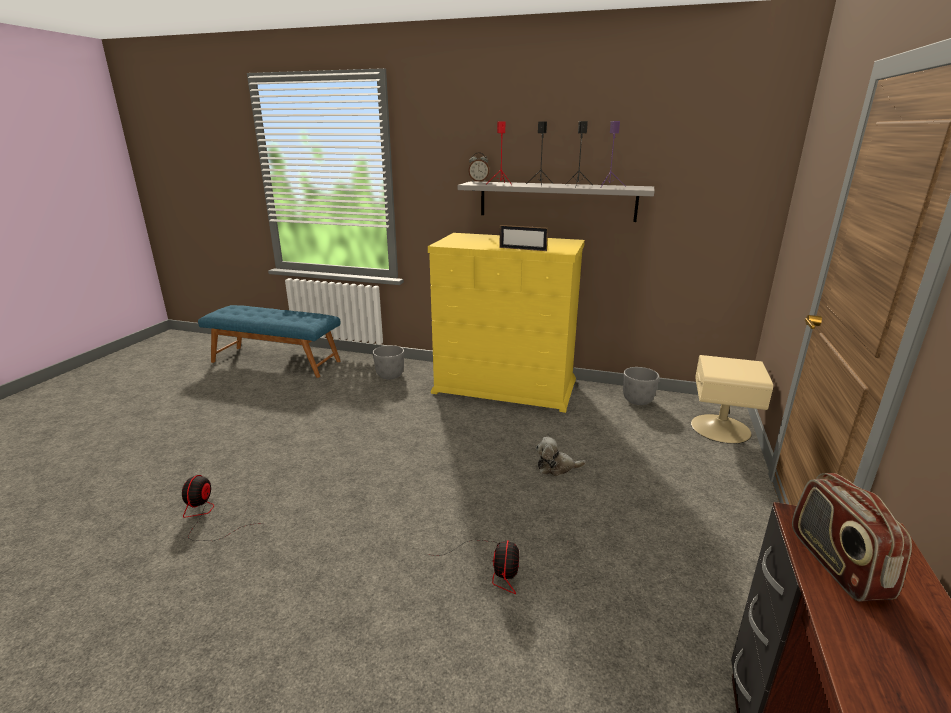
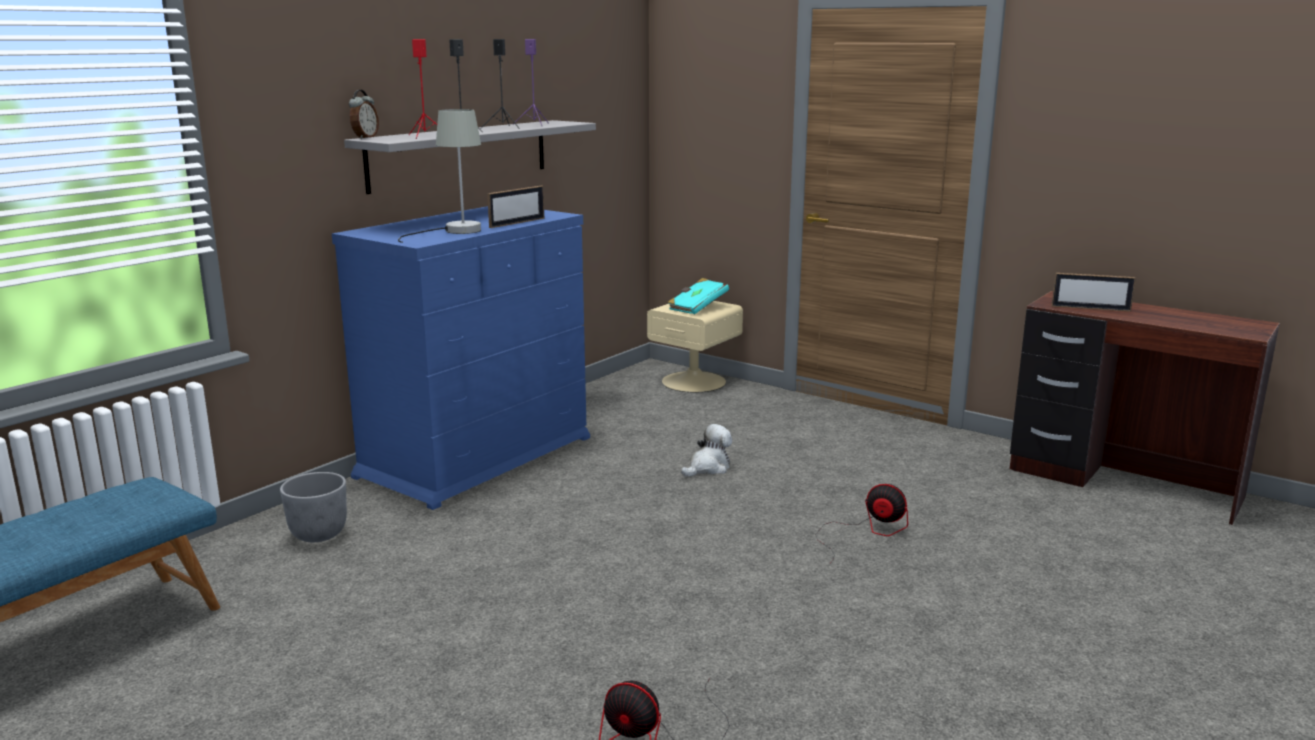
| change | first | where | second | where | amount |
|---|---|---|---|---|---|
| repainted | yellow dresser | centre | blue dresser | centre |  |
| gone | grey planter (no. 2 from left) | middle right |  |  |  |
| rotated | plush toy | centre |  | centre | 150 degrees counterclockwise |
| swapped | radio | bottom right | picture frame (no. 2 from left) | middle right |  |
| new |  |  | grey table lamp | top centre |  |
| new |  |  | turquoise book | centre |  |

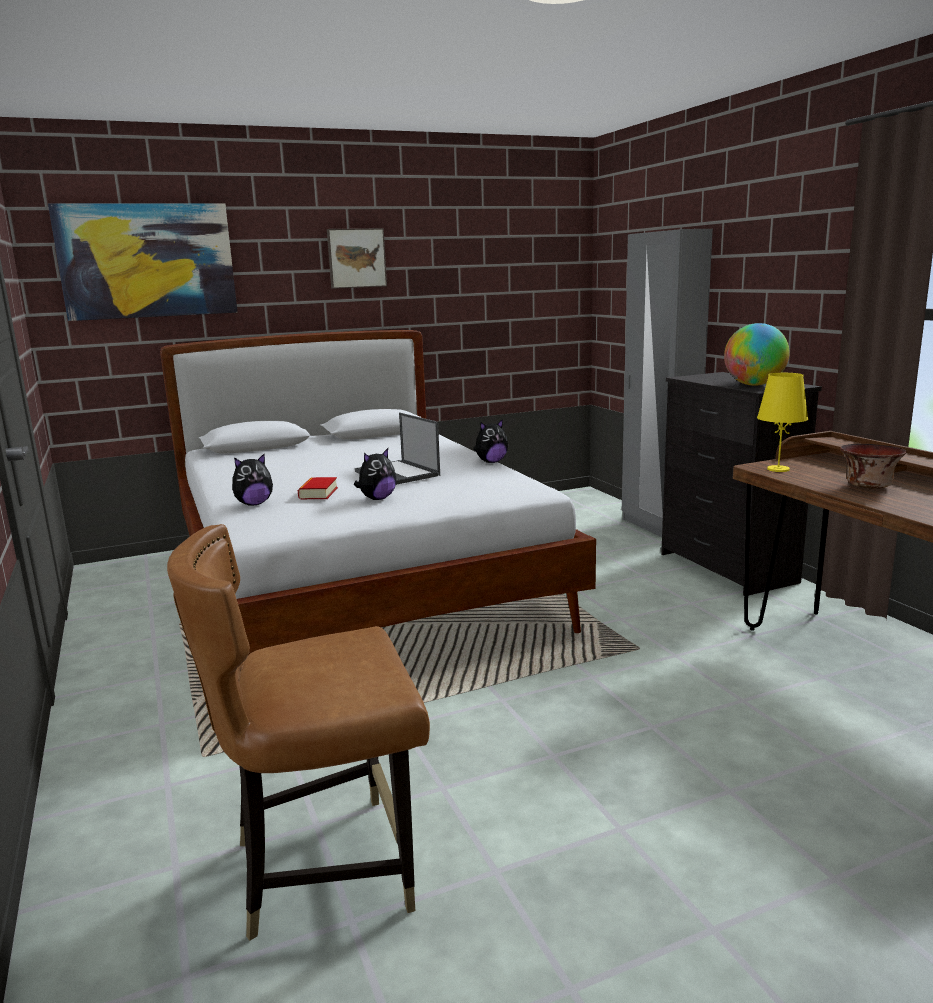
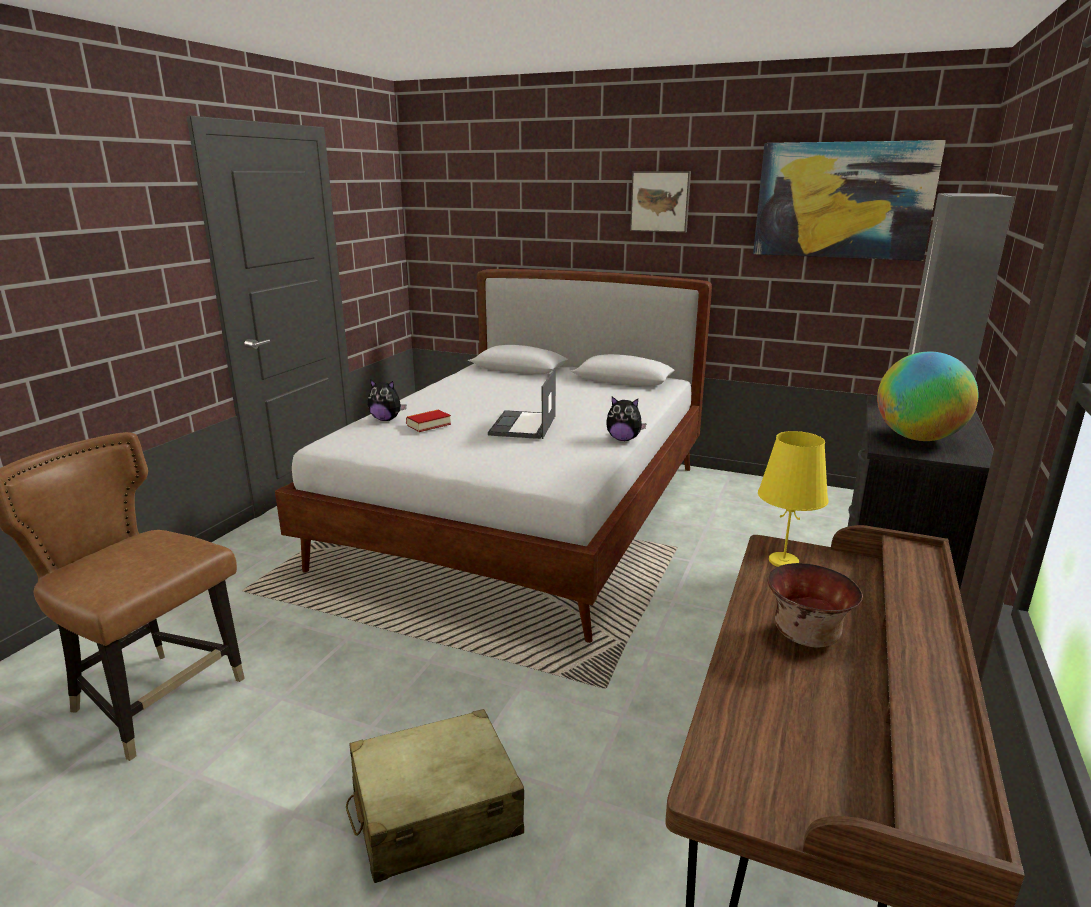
| change | first | where | second | where | amount |
|---|---|---|---|---|---|
| shifted | picture (no. 1 from left in the first image) | top left | picture (no. 2 from left) | top right |  |
| gone | plush toy (no. 2 from left) | centre |  |  |  |
| new |  |  | beige suitcase | bottom centre |  |

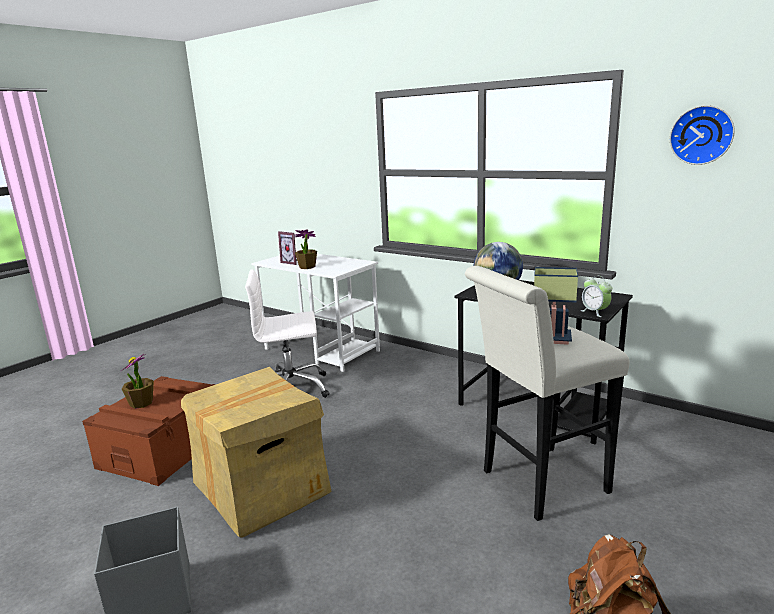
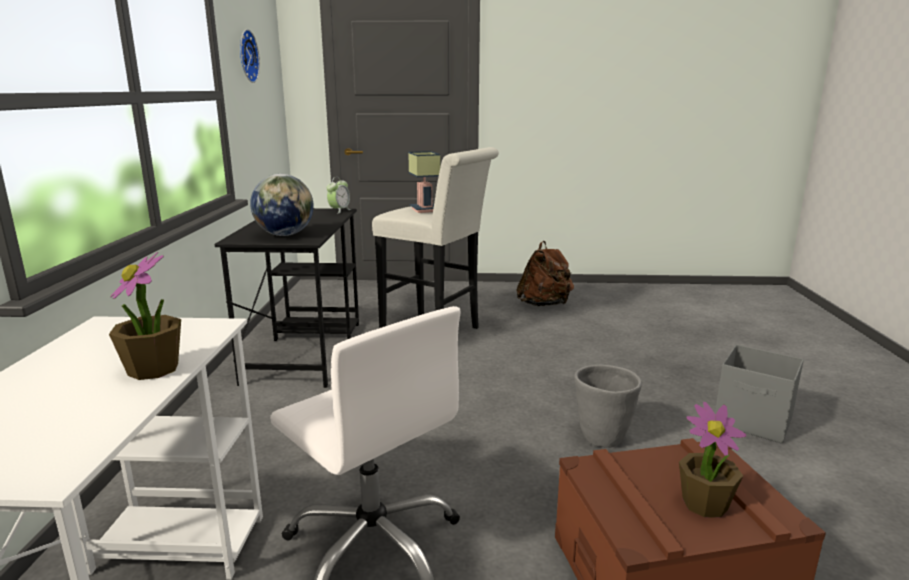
| change | first | where | second | where | amount |
|---|---|---|---|---|---|
| gone | picture frame | centre |  |  |  |
| swapped | cardboard box | bottom left | grey planter | bottom right |  |

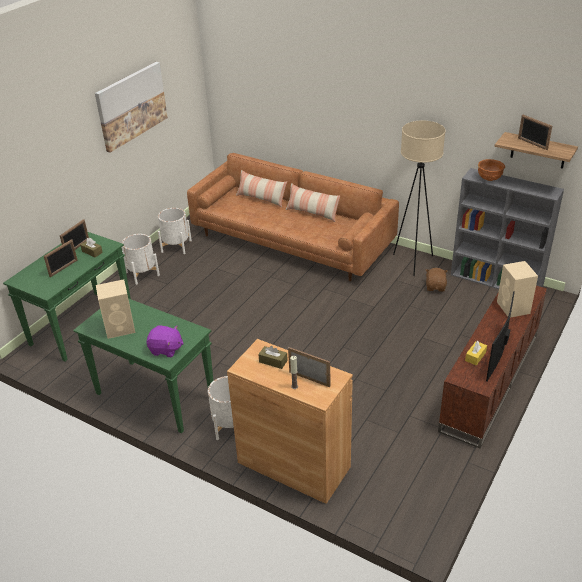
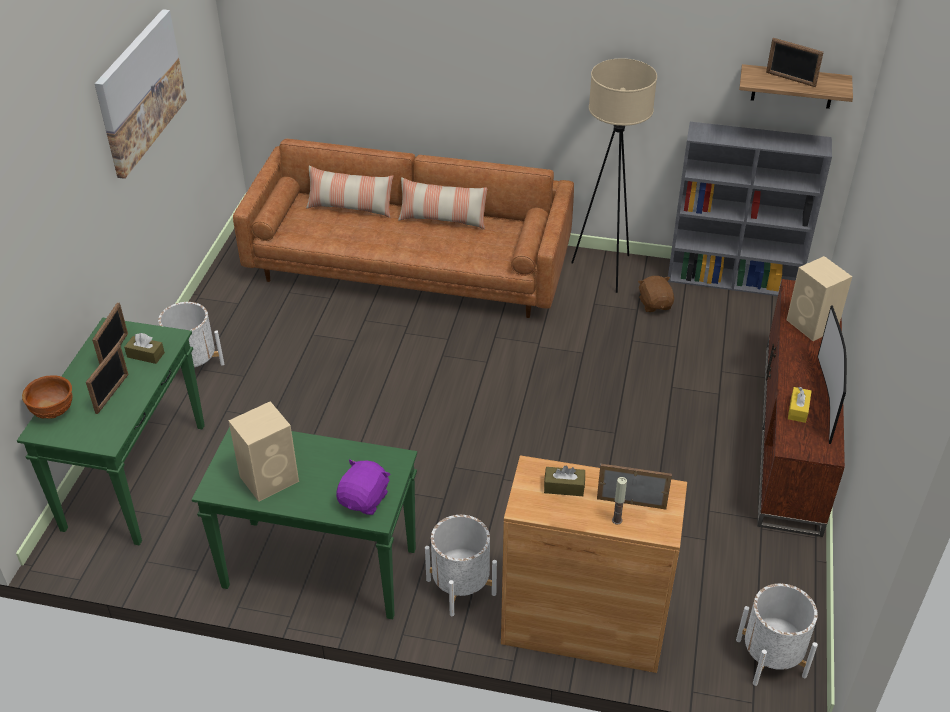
| change | first | where | second | where | amount |
|---|---|---|---|---|---|
| shifted | brown bowl | top right |  | middle left |  |
| shifted | white planter (no. 2 from left in the first image) | middle left | white planter (no. 3 from left) | bottom right |  |
| rotated | purple plush toy | middle left |  | bottom centre | 60 degrees counterclockwise |

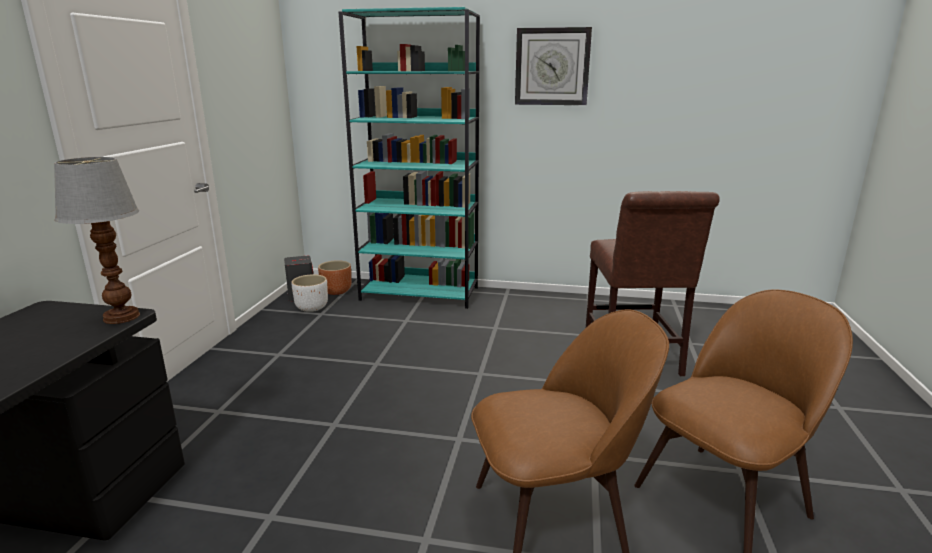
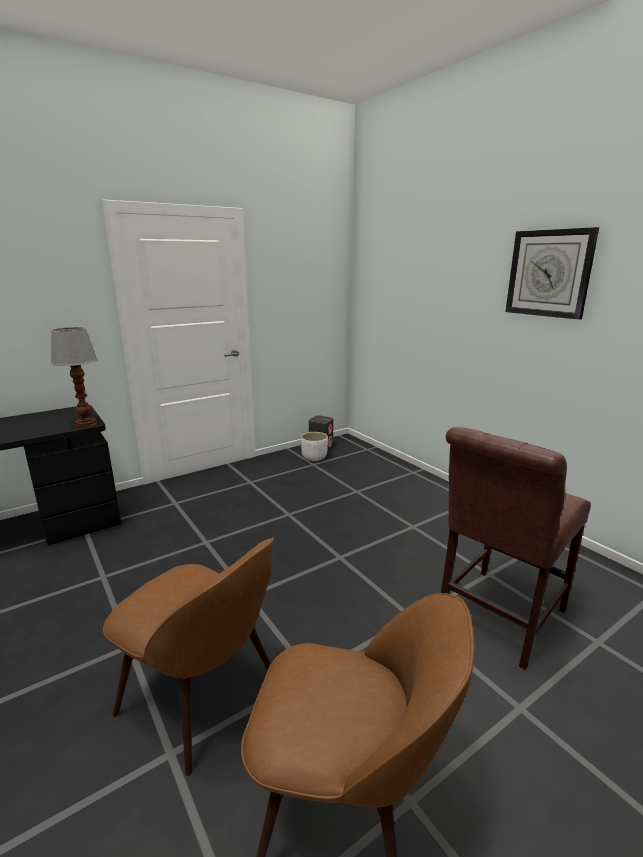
| change | first | where | second | where | amount |
|---|---|---|---|---|---|
| gone | turquoise bookcase | top centre |  |  |  |
| gone | brown planter | centre |  |  |  |

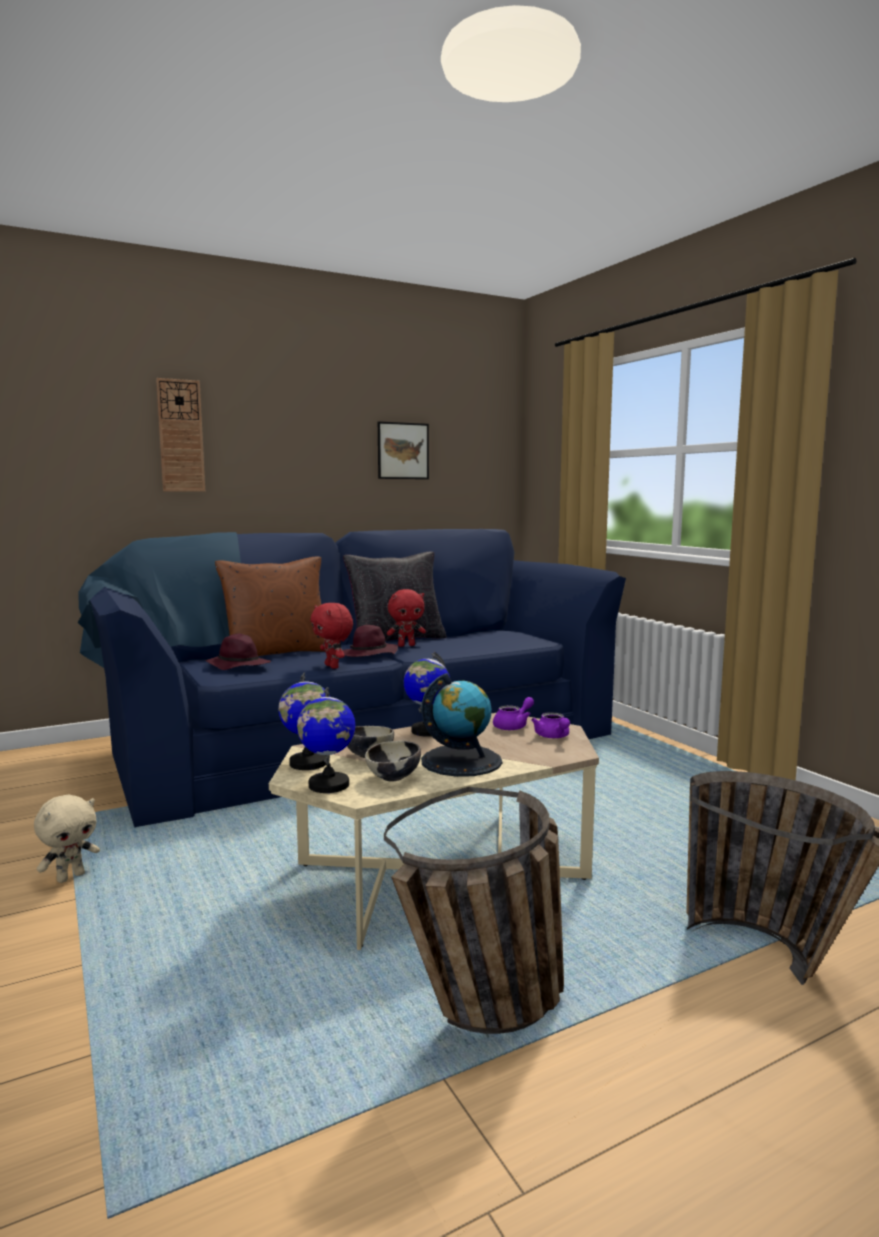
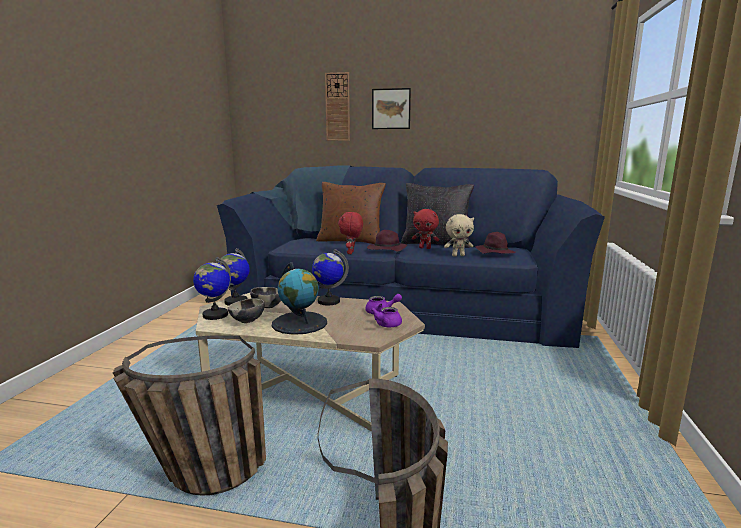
| change | first | where | second | where | amount |
|---|---|---|---|---|---|
| shifted | picture | centre |  | top centre |  |
| shifted | purple hat (no. 1 from left in the first image) | middle left | purple hat (no. 2 from left) | middle right |  |
| shifted | beige plush toy | bottom left |  | centre |  |

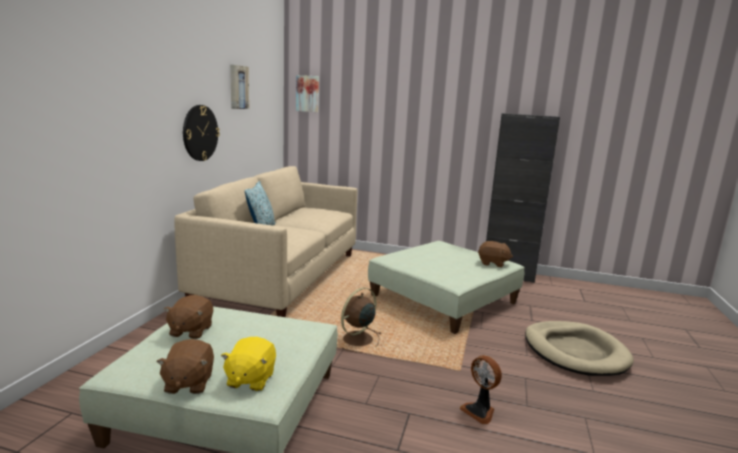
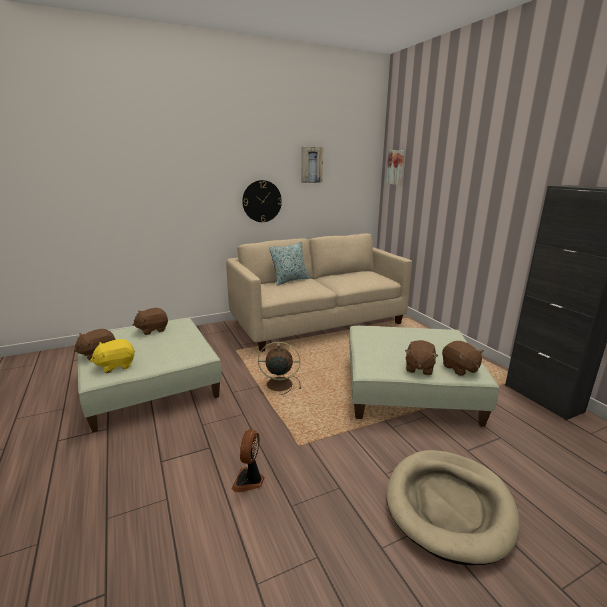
| change | first | where | second | where | amount |
|---|---|---|---|---|---|
| new |  |  | brown plush toy (no. 3 from left) | middle right |  |

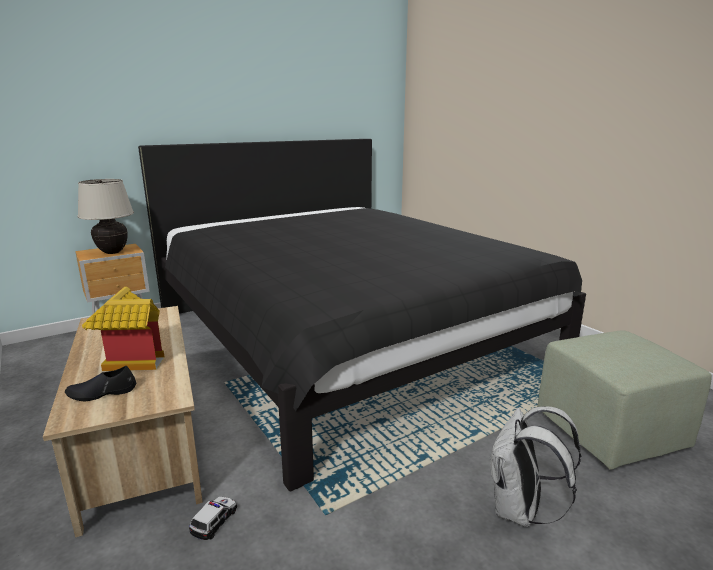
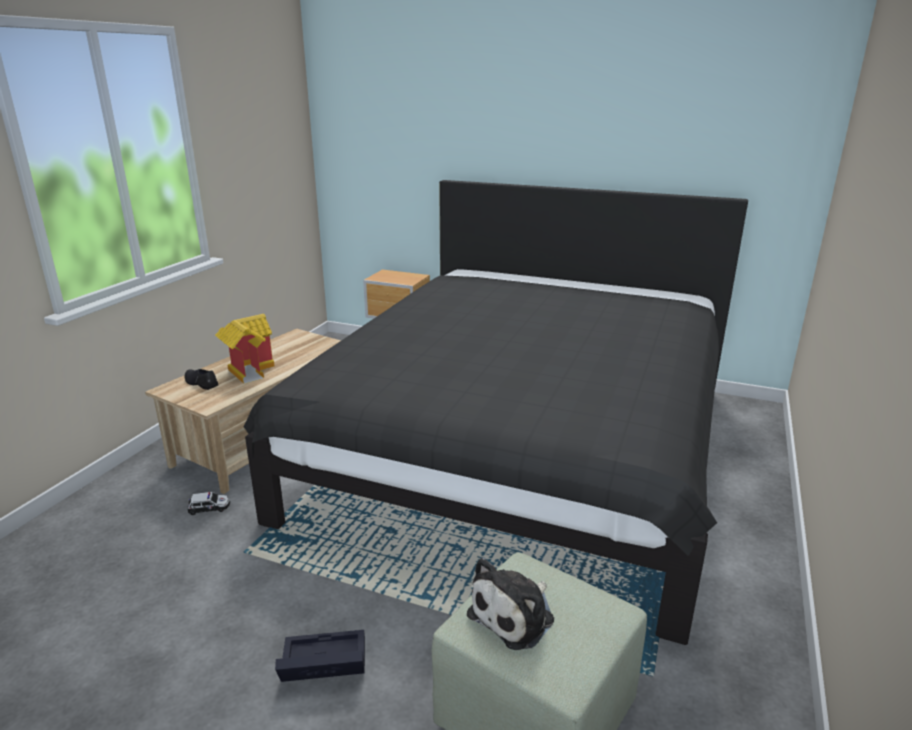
| change | first | where | second | where | amount |
|---|---|---|---|---|---|
| gone | beige table lamp | middle left |  |  |  |
| swapped | white backpack | bottom right | black storage box | bottom centre |  |
| new |  |  | plush toy | bottom centre |  |

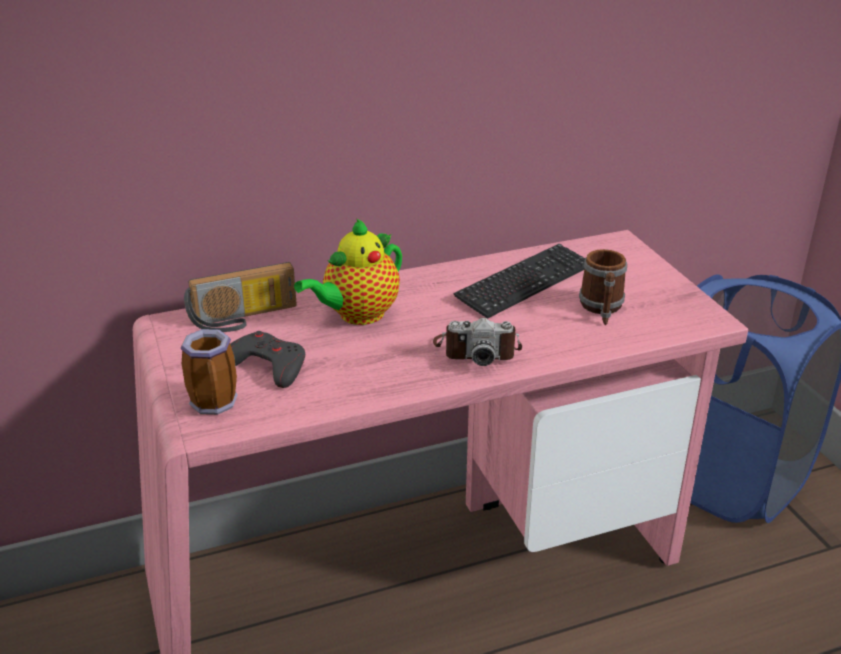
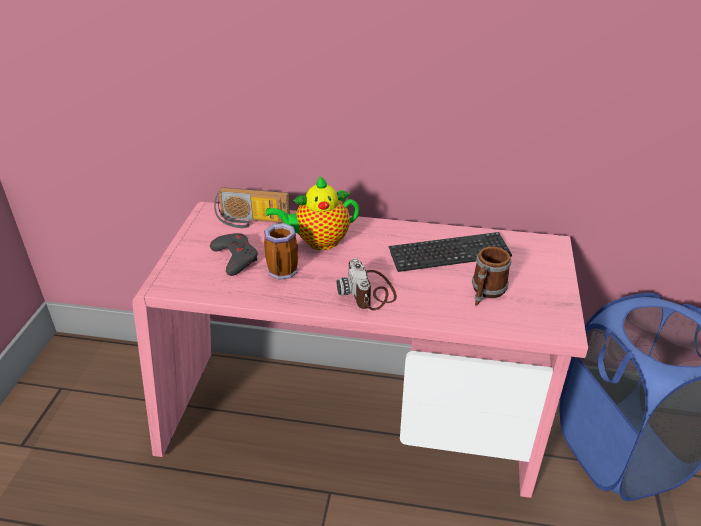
| change | first | where | second | where | amount |
|---|---|---|---|---|---|
| rotated | photo camera | centre |  | centre | 45 degrees clockwise |
| shifted | mug (no. 1 from left) | middle left |  | centre |  |

